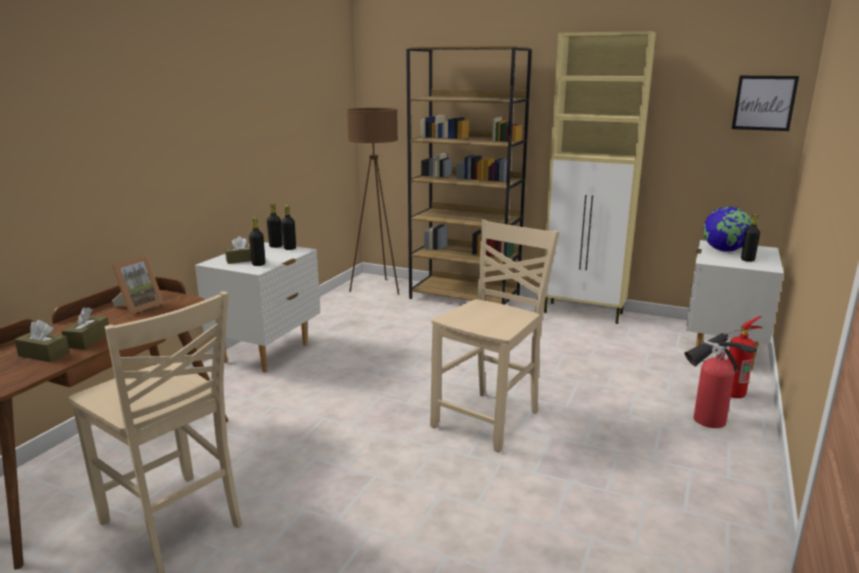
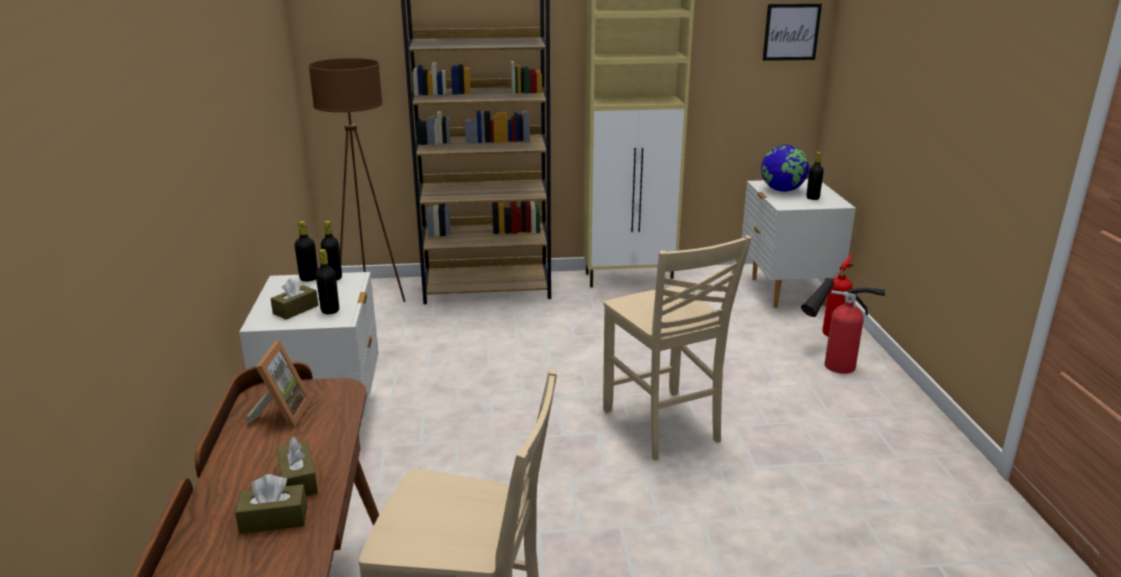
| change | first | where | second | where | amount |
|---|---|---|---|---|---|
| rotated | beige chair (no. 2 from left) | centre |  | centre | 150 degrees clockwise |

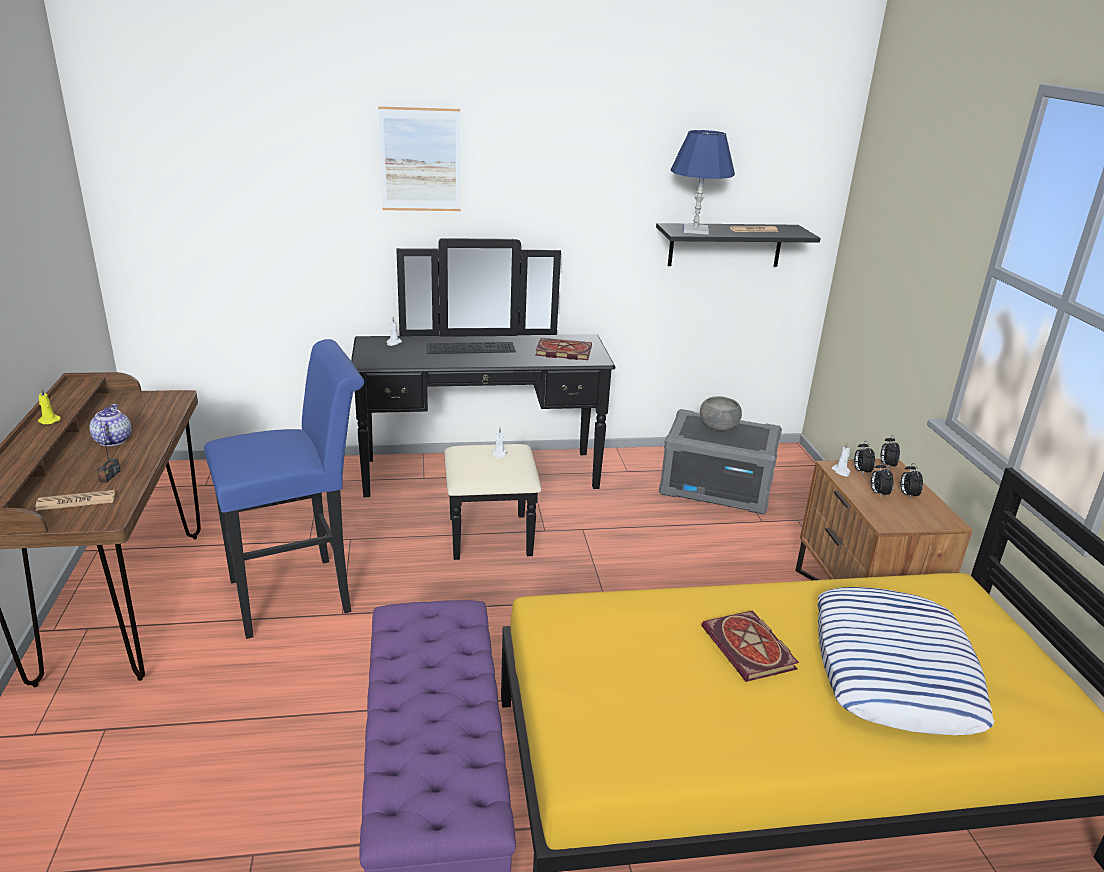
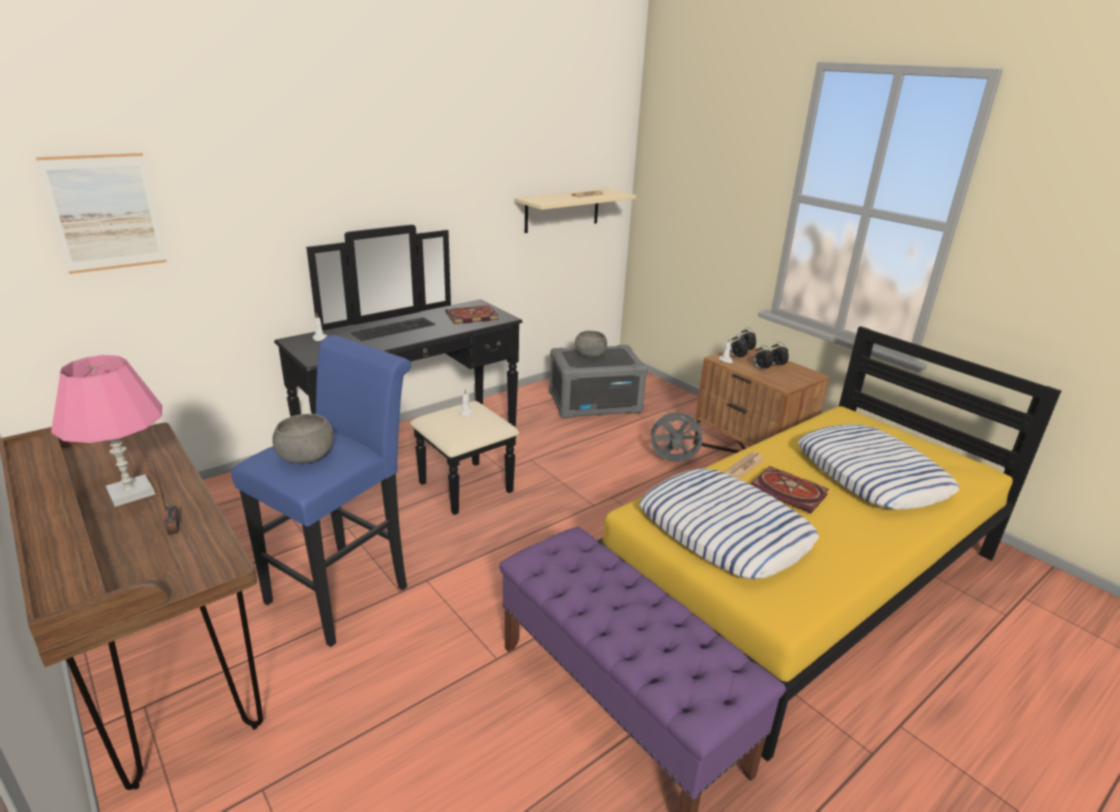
| change | first | where | second | where | amount |
|---|---|---|---|---|---|
| shifted | picture | top centre |  | top left |  |
| gone | blue table lamp | top centre |  |  |  |
| repainted | black shelf | top right | beige shelf | top centre |  |
| gone | yellow candle | middle left |  |  |  |
| swapped | teapot | middle left | pink table lamp | middle left |  |
| shifted | newspaper (no. 1 from left in the first image) | middle left | newspaper (no. 2 from left) | centre |  |
| new |  |  | grey fan | centre |  |
| new |  |  | grey bowl (no. 1 from left) | middle left |  |
| new |  |  | pillow (no. 1 from left) | centre |  |

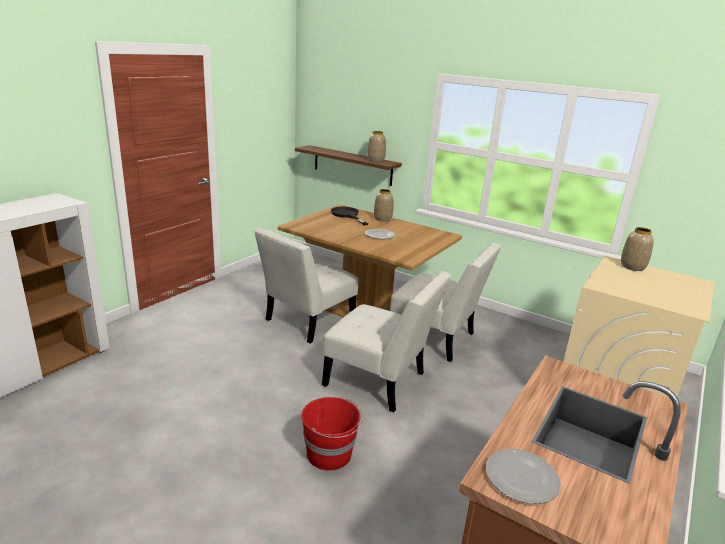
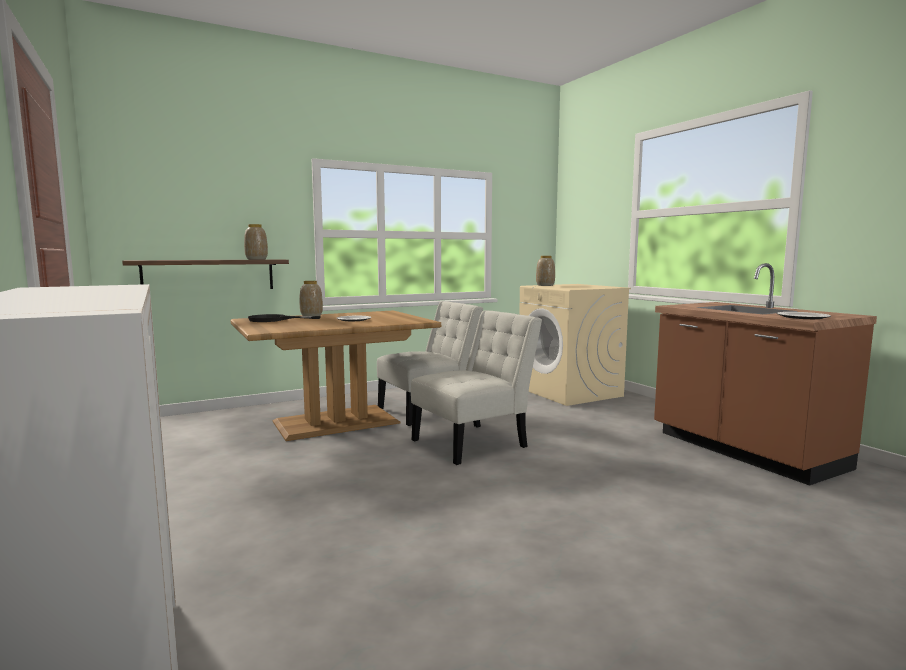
| change | first | where | second | where | amount |
|---|---|---|---|---|---|
| gone | white chair (no. 1 from left) | centre |  |  |  |
| gone | red bucket | bottom centre |  |  |  |

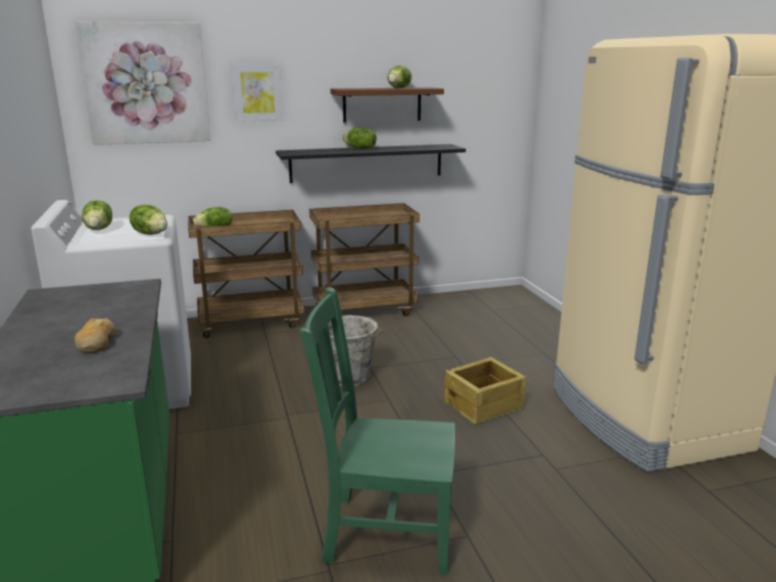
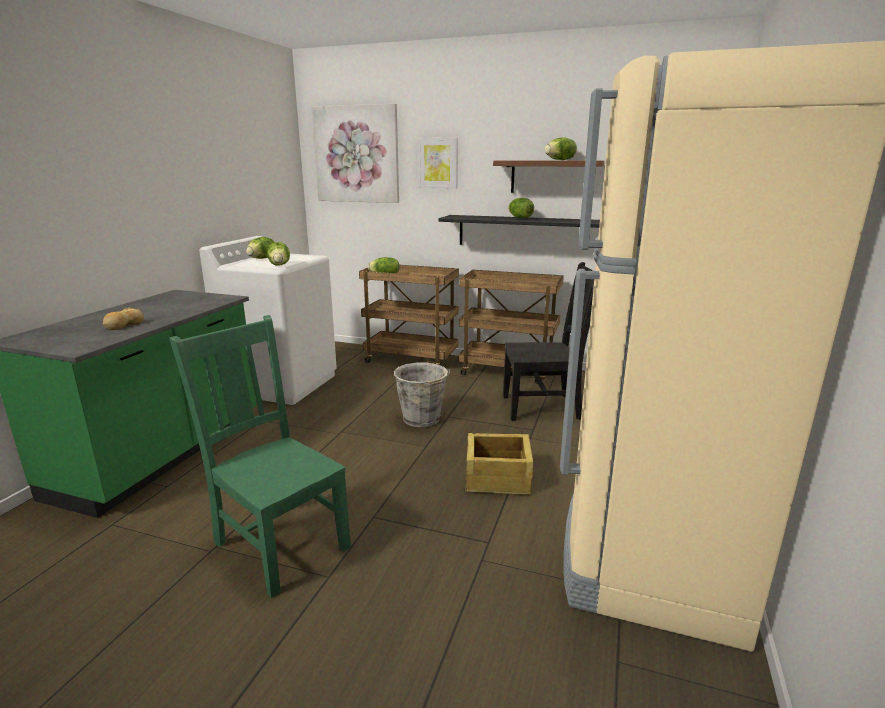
| change | first | where | second | where | amount |
|---|---|---|---|---|---|
| new |  |  | black chair | centre |  |

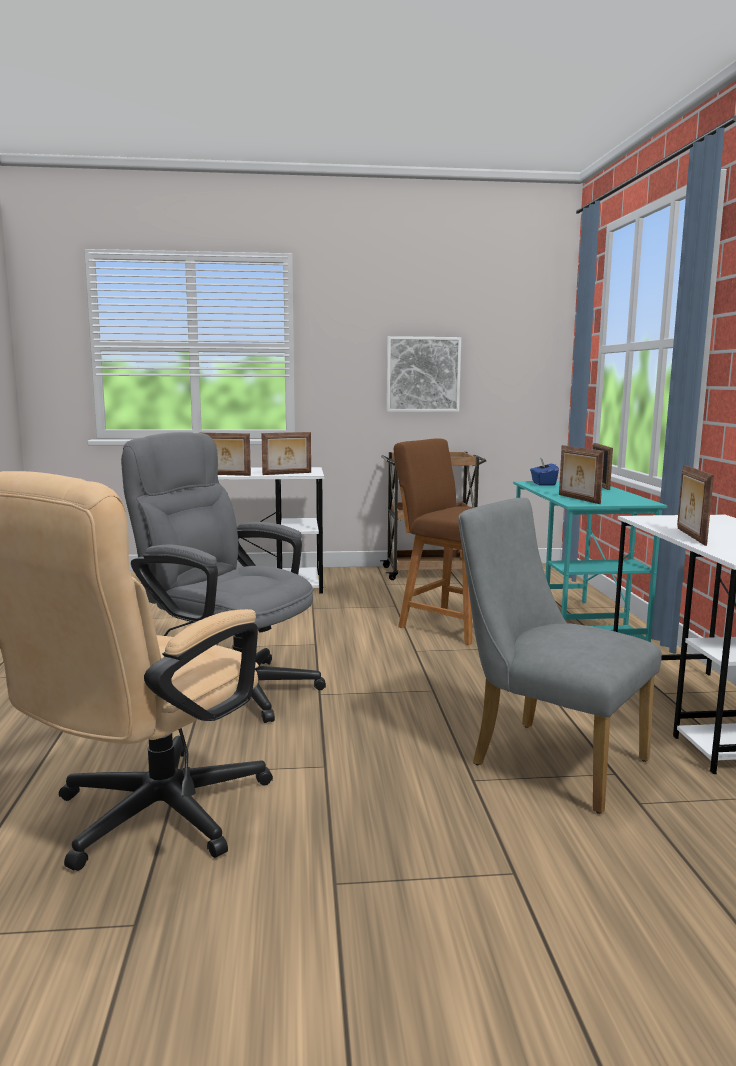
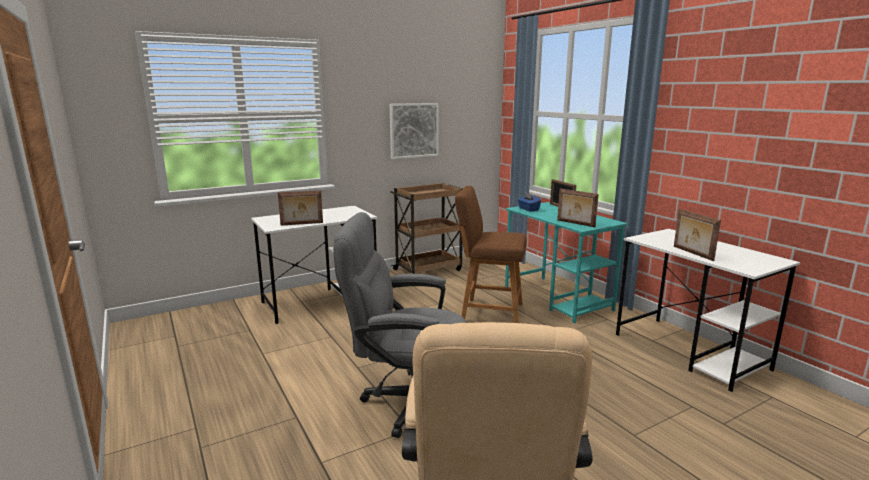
| change | first | where | second | where | amount |
|---|---|---|---|---|---|
| gone | picture frame (no. 2 from left) | centre |  |  |  |
| gone | grey chair | middle right |  |  |  |

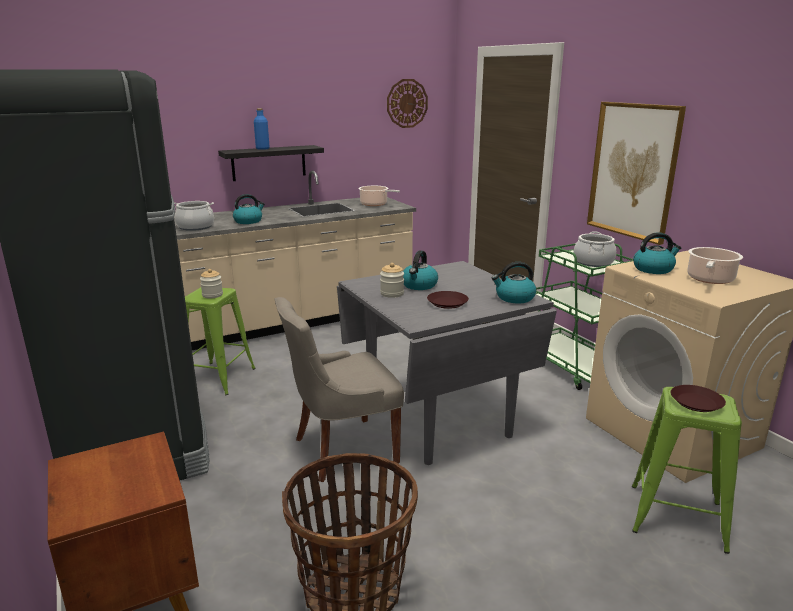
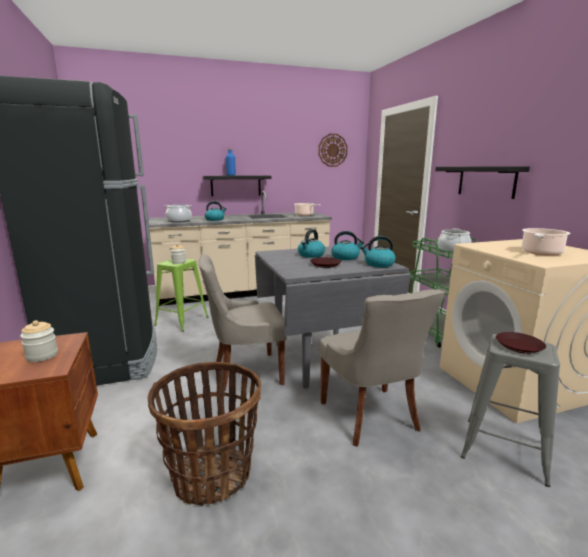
| change | first | where | second | where | amount |
|---|---|---|---|---|---|
| swapped | picture | top right | black shelf (no. 2 from left) | top right |  |
| shifted | kettle (no. 4 from left in the first image) | middle right | kettle (no. 3 from left) | centre |  |
| shifted | jar (no. 2 from left in the first image) | centre | jar (no. 1 from left) | middle left |  |
| repainted | green stool (no. 2 from left) | bottom right | grey stool | bottom right |  |
| new |  |  | grey chair (no. 2 from left) | centre |  |

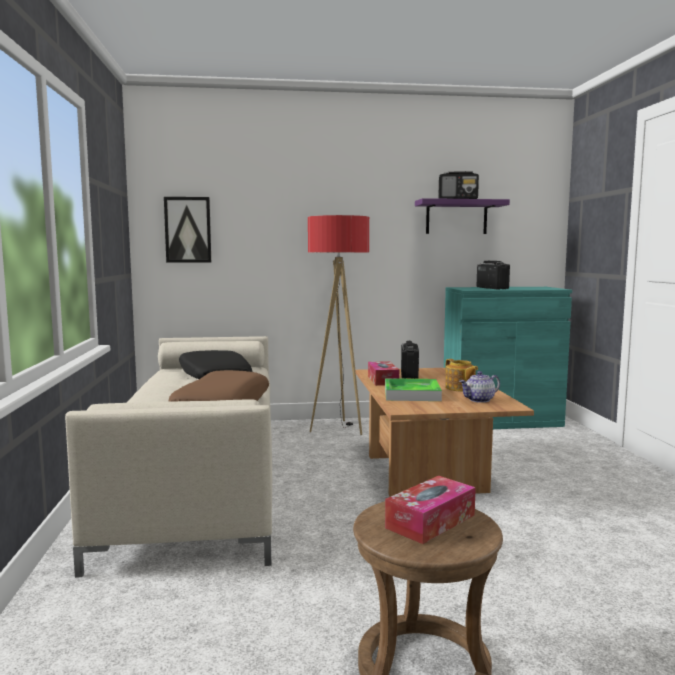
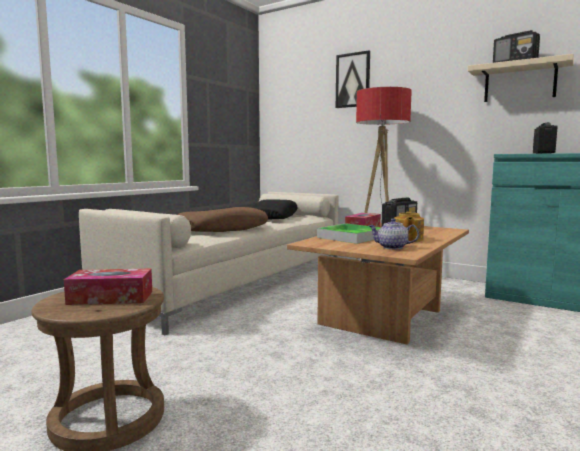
| change | first | where | second | where | amount |
|---|---|---|---|---|---|
| shifted | picture | middle left |  | top centre |  |
| repainted | purple shelf | top right | beige shelf | top right |  |

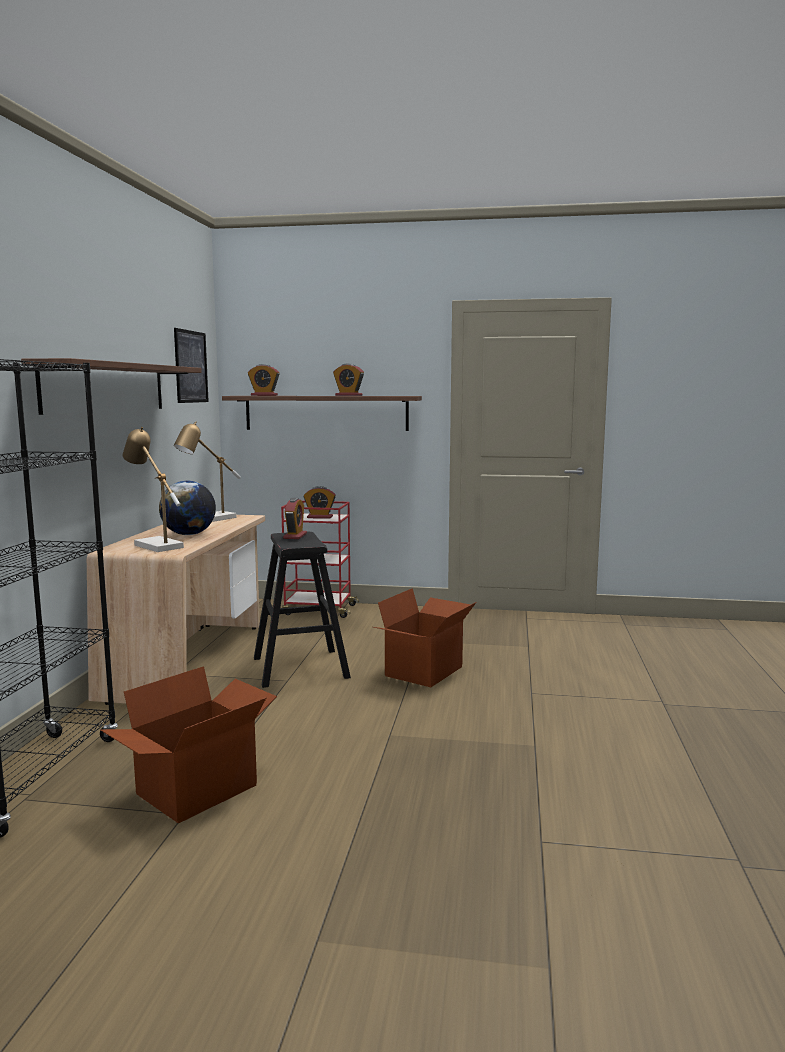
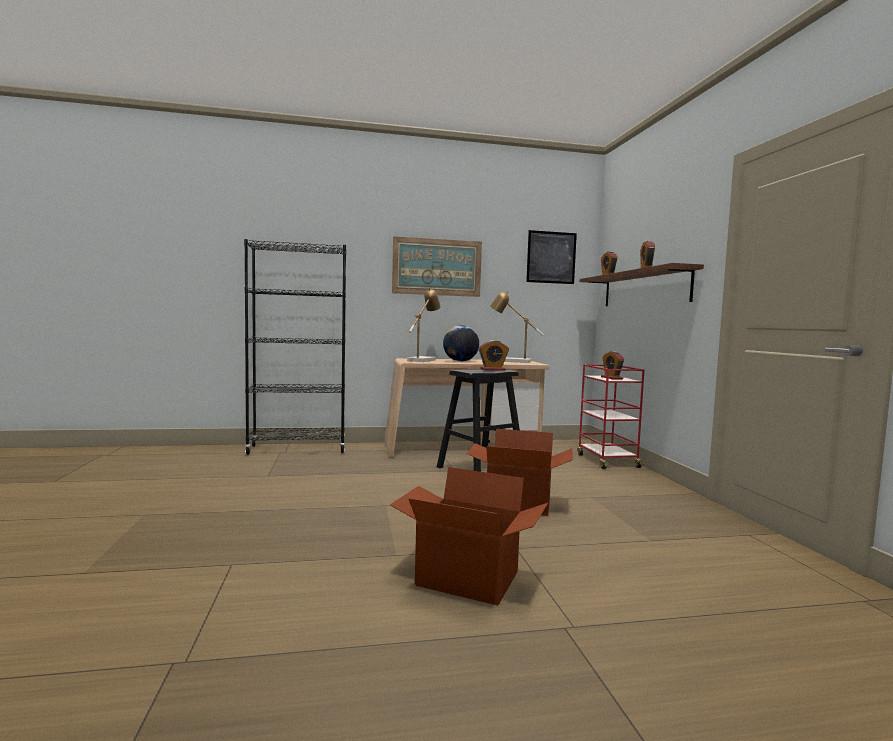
| change | first | where | second | where | amount |
|---|---|---|---|---|---|
| swapped | shelf (no. 1 from left) | middle left | picture (no. 1 from left) | centre |  |
| shifted | cardboard box (no. 1 from left) | bottom left |  | bottom centre |  |

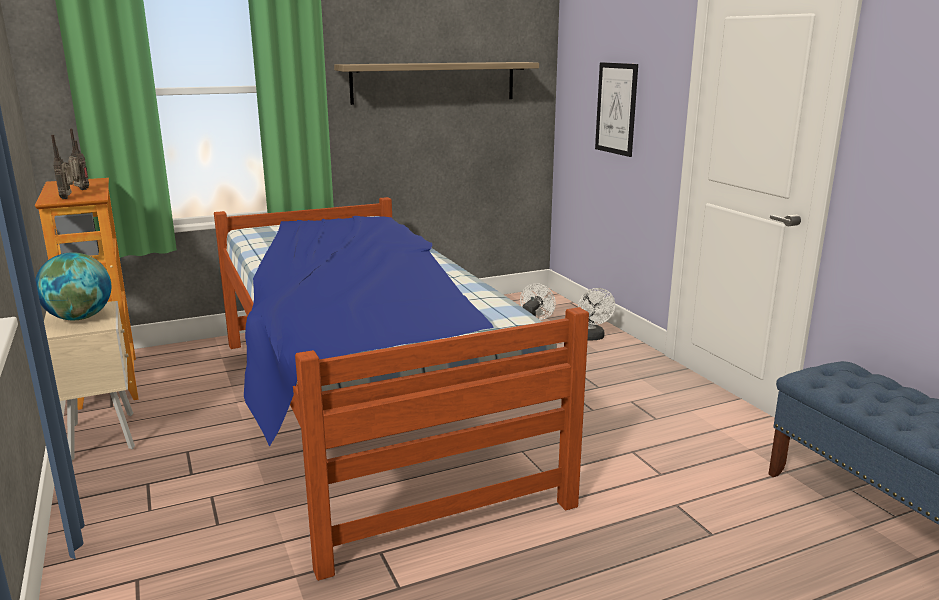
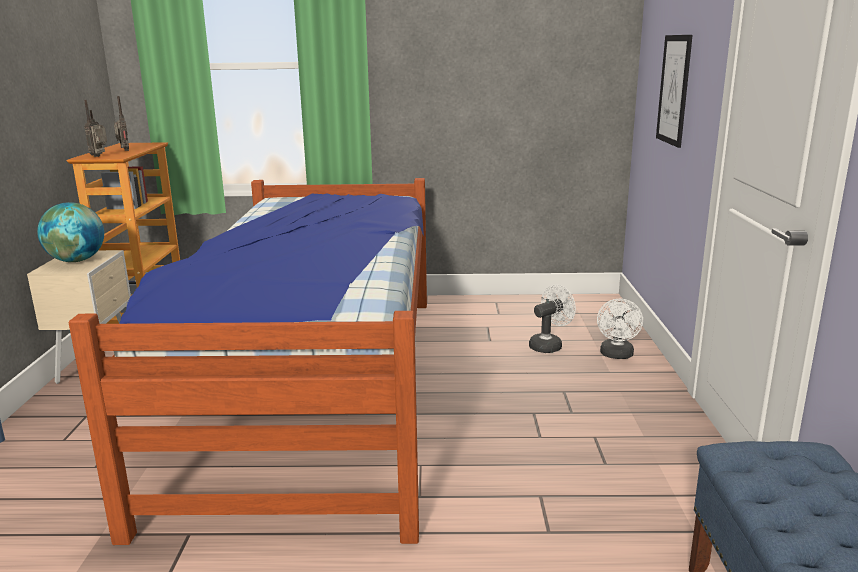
| change | first | where | second | where | amount |
|---|---|---|---|---|---|
| gone | shelf | top centre |  |  |  |

